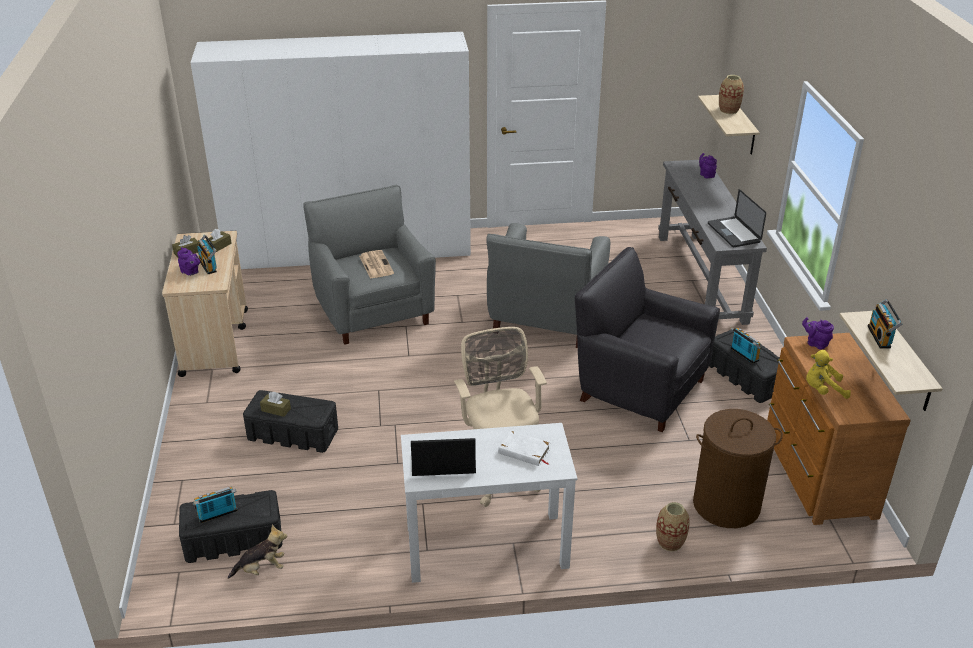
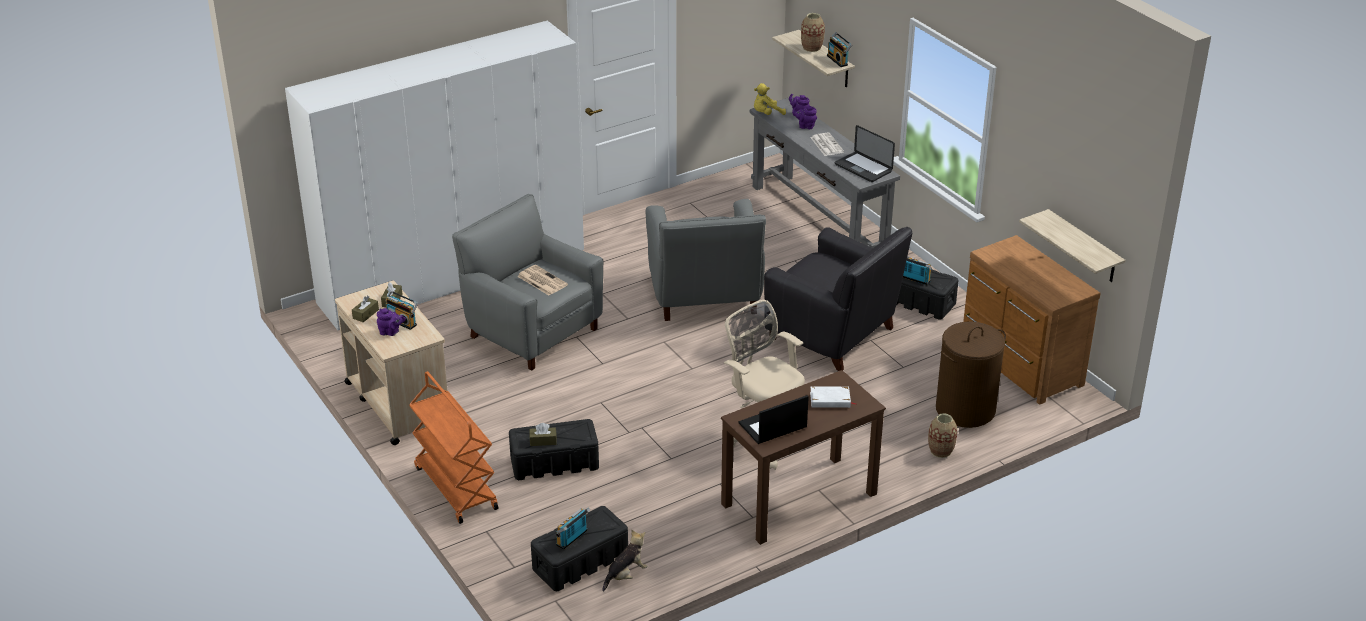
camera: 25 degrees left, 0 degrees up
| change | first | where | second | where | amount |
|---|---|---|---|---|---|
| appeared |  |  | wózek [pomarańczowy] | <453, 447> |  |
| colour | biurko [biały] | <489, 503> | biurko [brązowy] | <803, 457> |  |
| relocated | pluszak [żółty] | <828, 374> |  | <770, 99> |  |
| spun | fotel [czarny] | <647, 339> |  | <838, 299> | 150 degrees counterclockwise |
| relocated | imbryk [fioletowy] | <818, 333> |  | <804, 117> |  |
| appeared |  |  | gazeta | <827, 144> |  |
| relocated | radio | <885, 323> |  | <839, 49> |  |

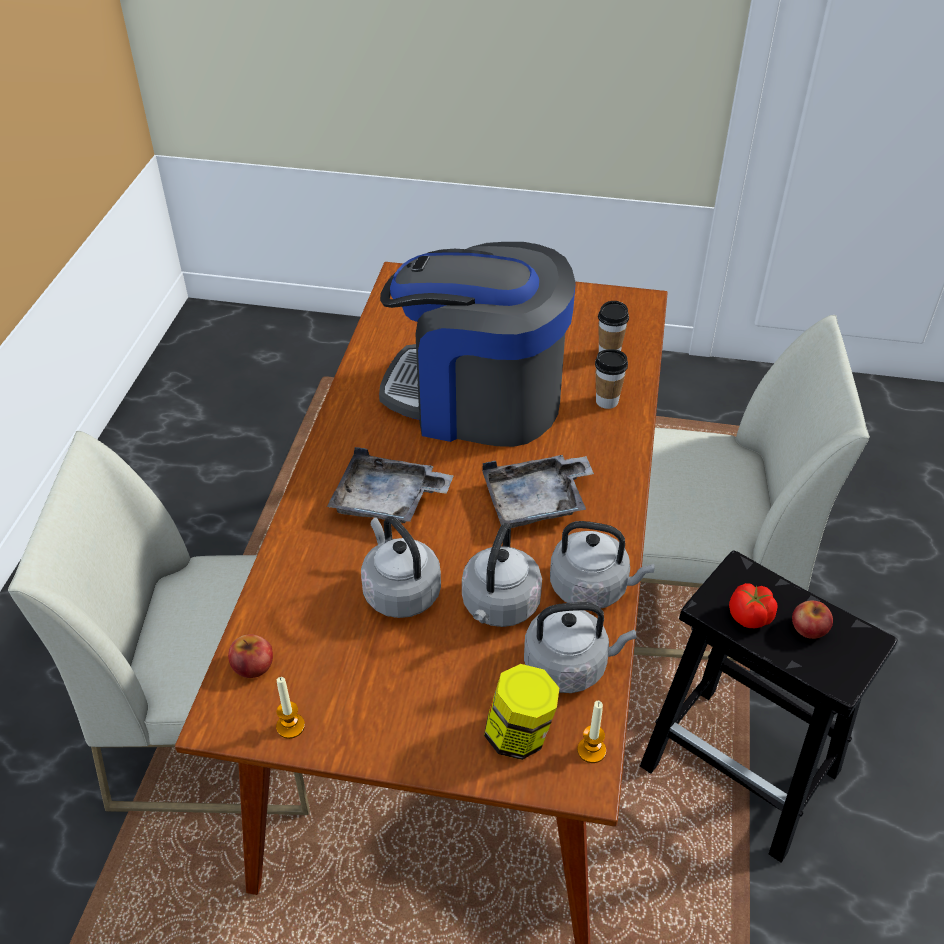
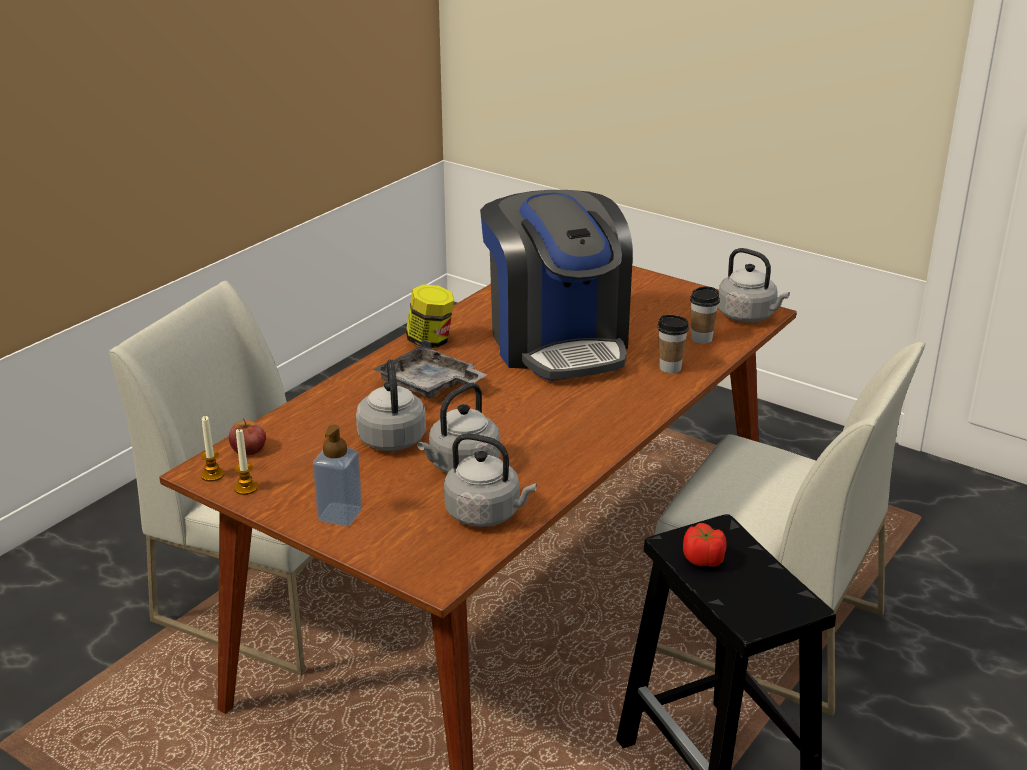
camera: 25 degrees right, 15 degrees down
| change | first | where | second | where | amount |
|---|---|---|---|---|---|
| relocated | świeca | <591, 732> |  | <213, 449> |  |
| appeared |  |  | dozownik mydła | <337, 475> |  |
| relocated | słoik | <521, 712> |  | <430, 316> |  |
| spun | ekspres do kawy | <477, 344> |  | <556, 285> | 150 degrees counterclockwise |
| relocated | czajnik [szary] | <602, 564> |  | <754, 285> |  |
| missing | taca [szary] | <538, 491> |  |  |  |
| missing | jabłko | <812, 620> |  |  |  |

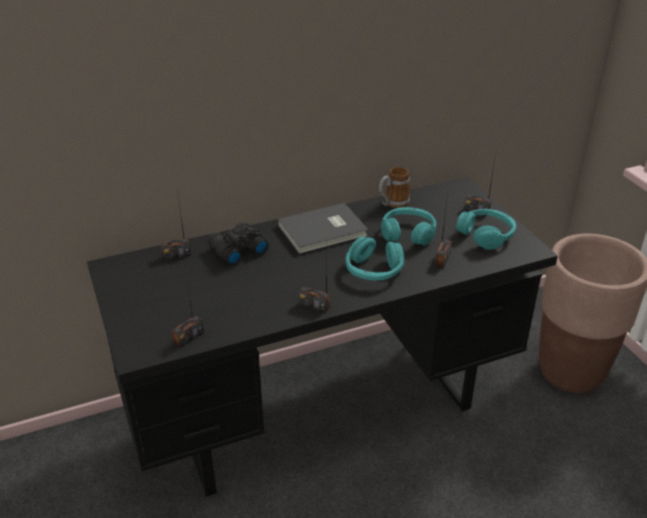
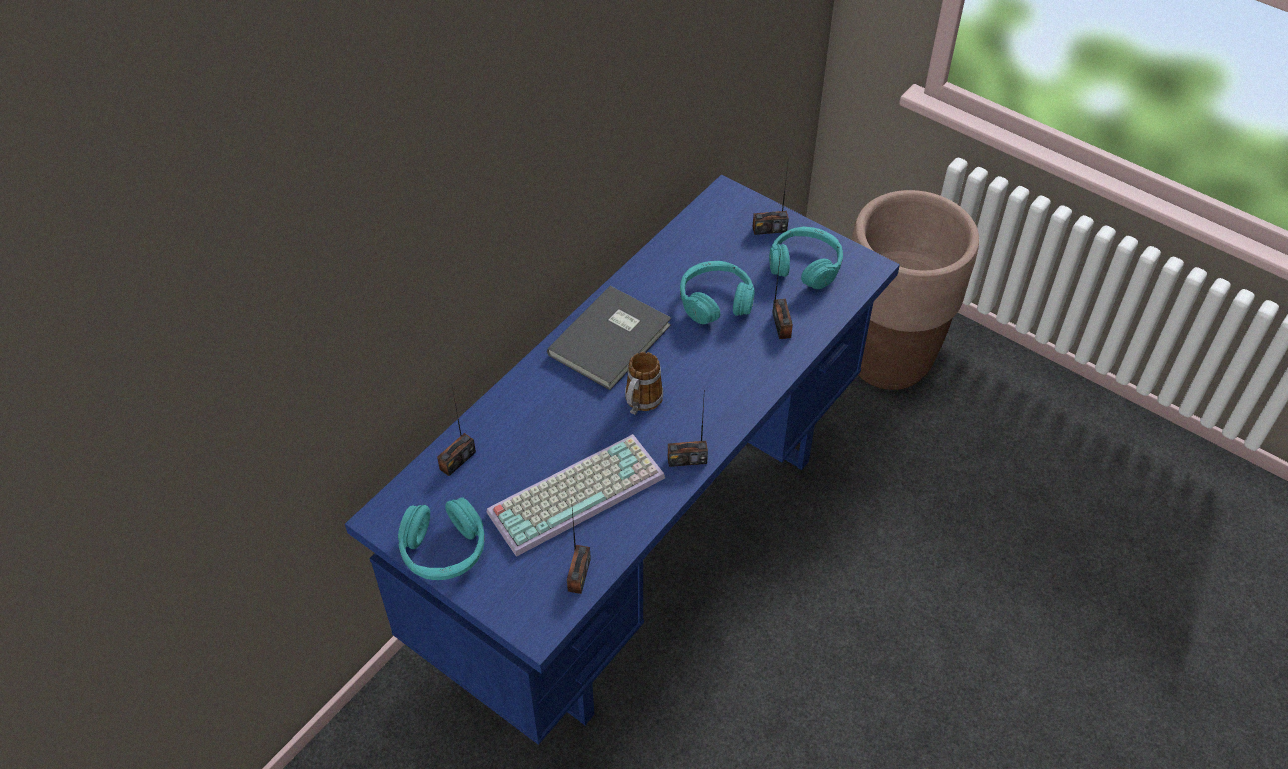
camera: 30 degrees left, 15 degrees up
| change | first | where | second | where | amount |
|---|---|---|---|---|---|
| colour | biurko [czarny] | <322, 337> | biurko [niebieski] | <622, 459> |  |
| relocated | słuchawki [turkusowy] | <375, 258> |  | <441, 538> |  |
| appeared |  |  | klawiatura | <575, 495> |  |
| relocated | kubek | <394, 187> |  | <644, 383> |  |
| missing | lornetka [czarny] | <238, 243> |  |  |  |

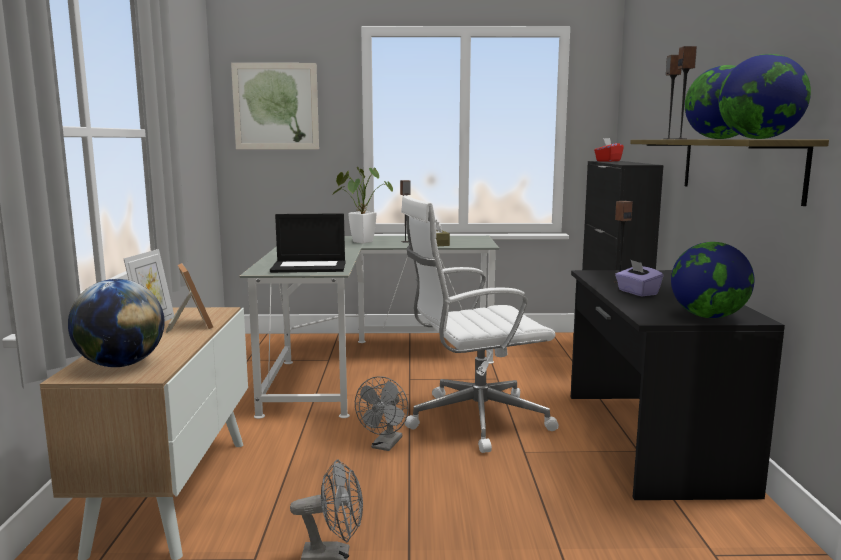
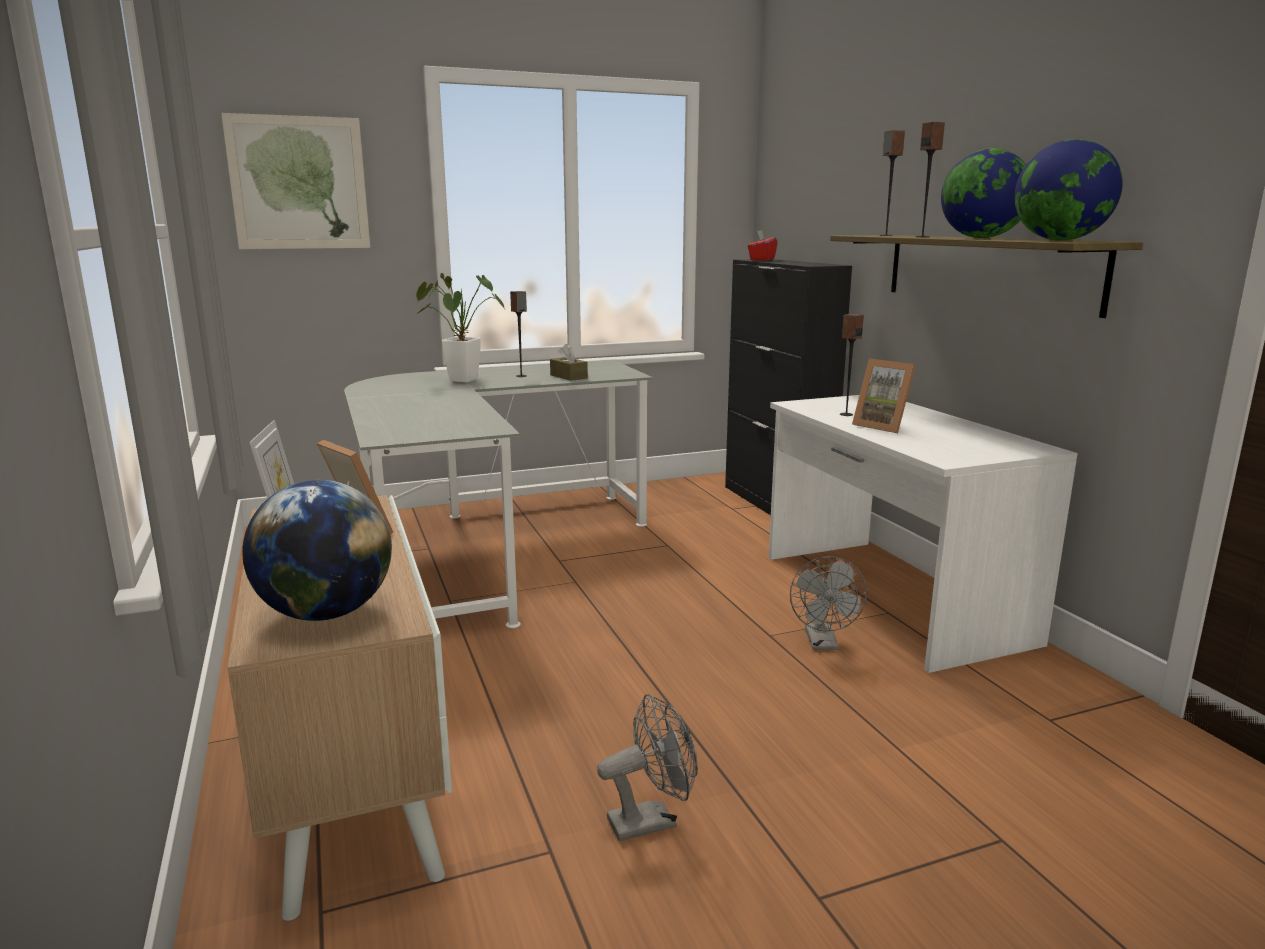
camera: 20 degrees left, 5 degrees up
| change | first | where | second | where | amount |
|---|---|---|---|---|---|
| colour | biurko [czarny] | <678, 385> | biurko [biały] | <923, 534> |  |
| relocated | wentylator [szary] | <382, 413> |  | <828, 603> |  |
| exchanged | pudełko chusteczek [fioletowy] | <639, 278> | ramka na zdjęcie | <884, 395> |  |
| missing | laptop | <308, 243> |  |  |  |
| missing | krzesło biurowe [biały] | <480, 324> |  |  |  |
| missing | globus | <713, 280> |  |  |  |

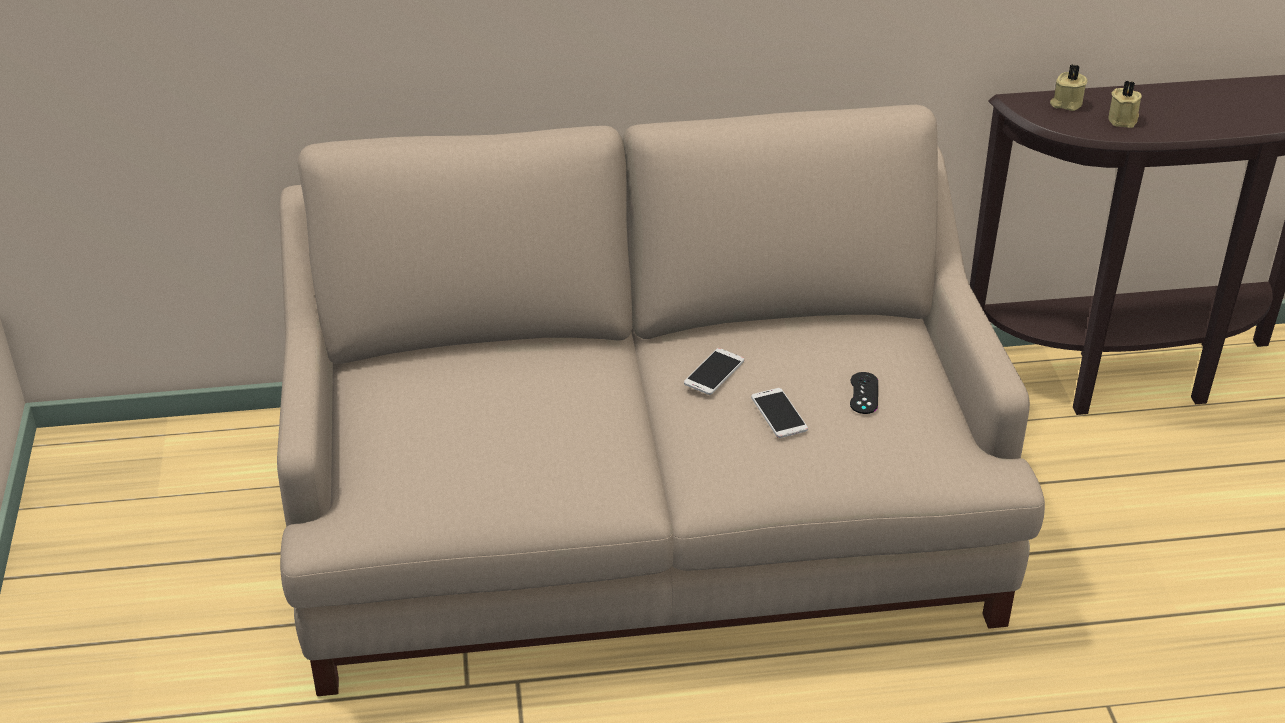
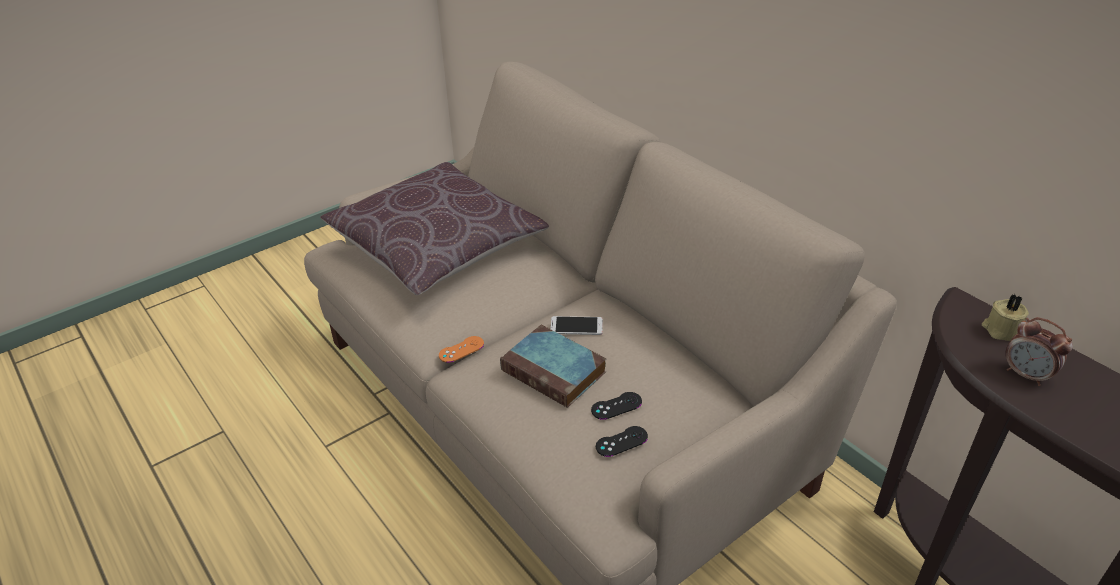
camera: 60 degrees right, 0 degrees up
| change | first | where | second | where | amount |
|---|---|---|---|---|---|
| appeared |  |  | poduszka [brązowy] | <434, 228> |  |
| appeared |  |  | pad do gier [pomarańczowy] | <461, 349> |  |
| exchanged | telefon | <779, 413> | książka | <553, 366> |  |
| appeared |  |  | pad do gier [czarny] | <622, 441> |  |
| exchanged | świeca [beżowy] | <1125, 104> | budzik | <1039, 351> |  |

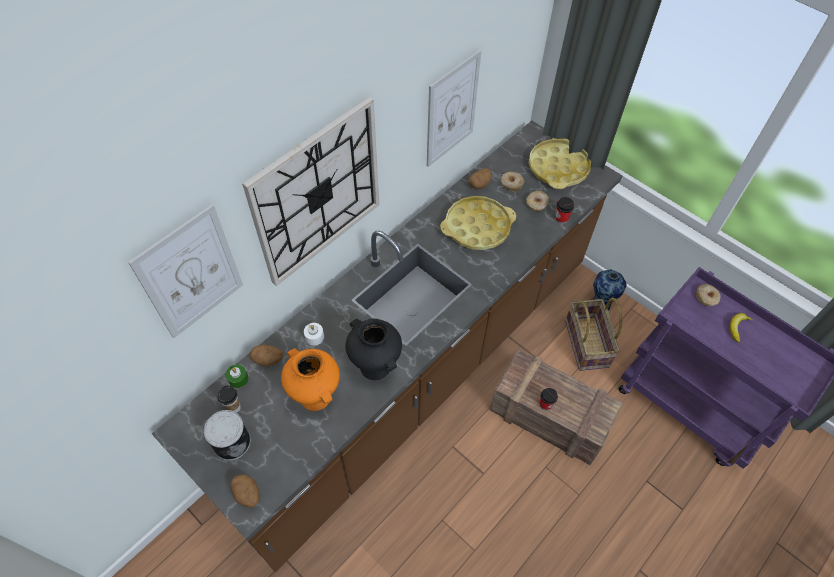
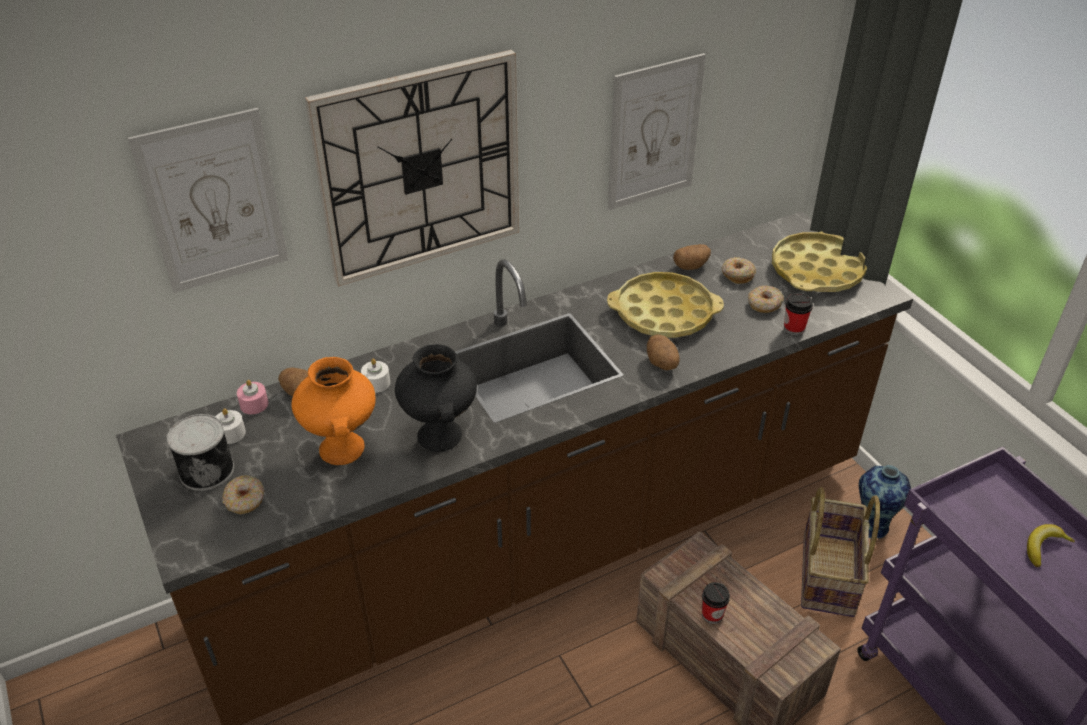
camera: 20 degrees right, 15 degrees down
| change | first | where | second | where | amount |
|---|---|---|---|---|---|
| exchanged | filiżanka | <229, 399> | świeca [biały] | <230, 426> |  |
| relocated | donut | <708, 295> |  | <243, 494> |  |
| colour | świeca [zielony] | <237, 376> | świeca [różowy] | <252, 397> |  |
| relocated | ziemniak | <245, 491> |  | <663, 352> |  |

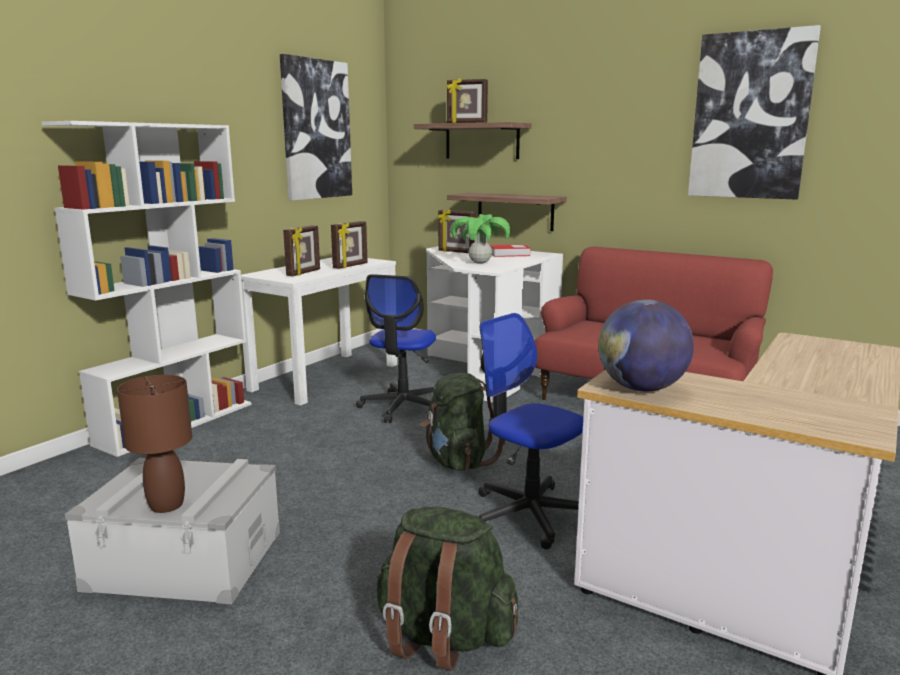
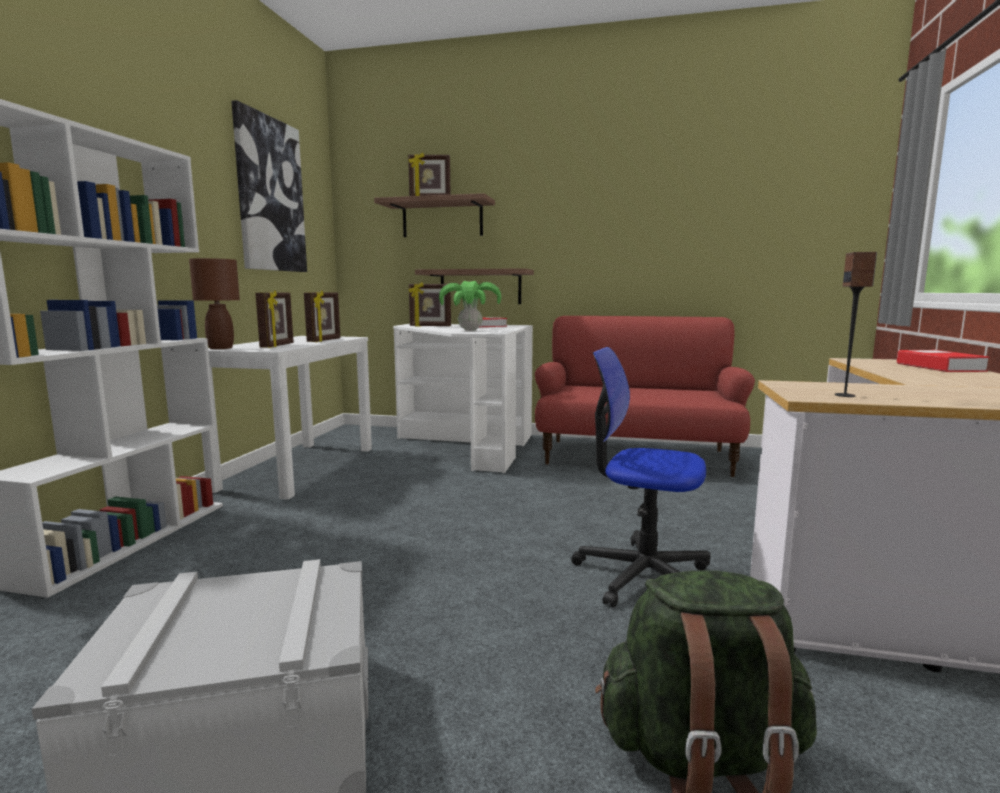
camera: 20 degrees left, 5 degrees down
| change | first | where | second | where | amount |
|---|---|---|---|---|---|
| relocated | lampa stołowa [brązowy] | <154, 444> |  | <214, 303> |  |
| exchanged | globus | <646, 345> | głośnik | <856, 324> |  |
| appeared |  |  | książka | <943, 361> |  |
| missing | krzesło biurowe | <396, 348> |  |  |  |
| missing | plecak [zielony] | <462, 422> |  |  |  |
| missing | obraz | <754, 112> |  |  |  |

